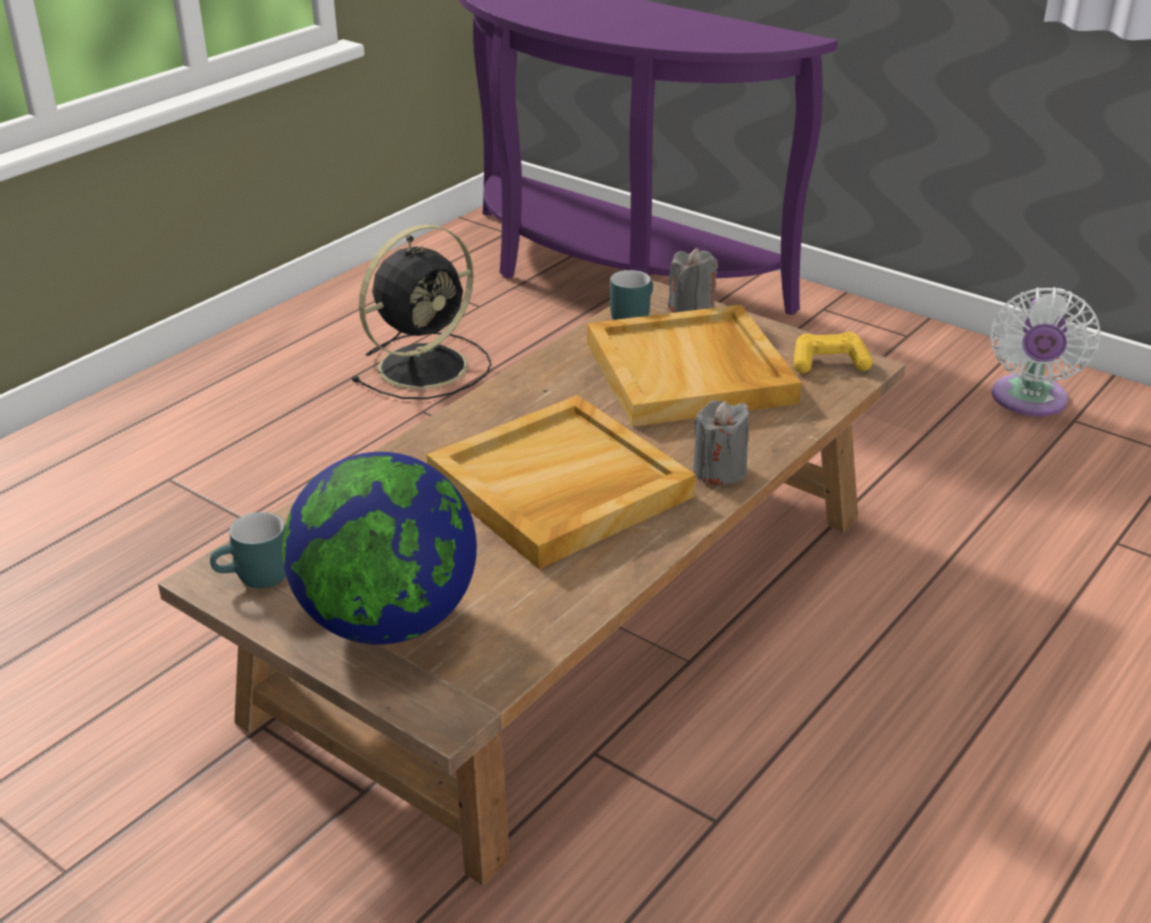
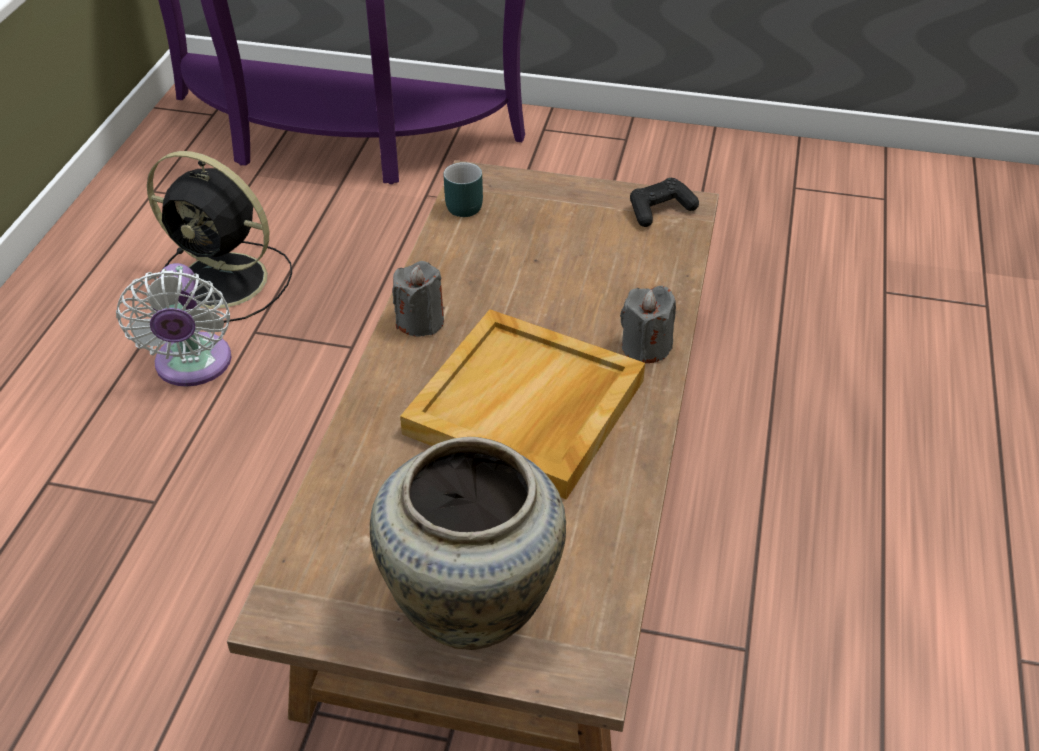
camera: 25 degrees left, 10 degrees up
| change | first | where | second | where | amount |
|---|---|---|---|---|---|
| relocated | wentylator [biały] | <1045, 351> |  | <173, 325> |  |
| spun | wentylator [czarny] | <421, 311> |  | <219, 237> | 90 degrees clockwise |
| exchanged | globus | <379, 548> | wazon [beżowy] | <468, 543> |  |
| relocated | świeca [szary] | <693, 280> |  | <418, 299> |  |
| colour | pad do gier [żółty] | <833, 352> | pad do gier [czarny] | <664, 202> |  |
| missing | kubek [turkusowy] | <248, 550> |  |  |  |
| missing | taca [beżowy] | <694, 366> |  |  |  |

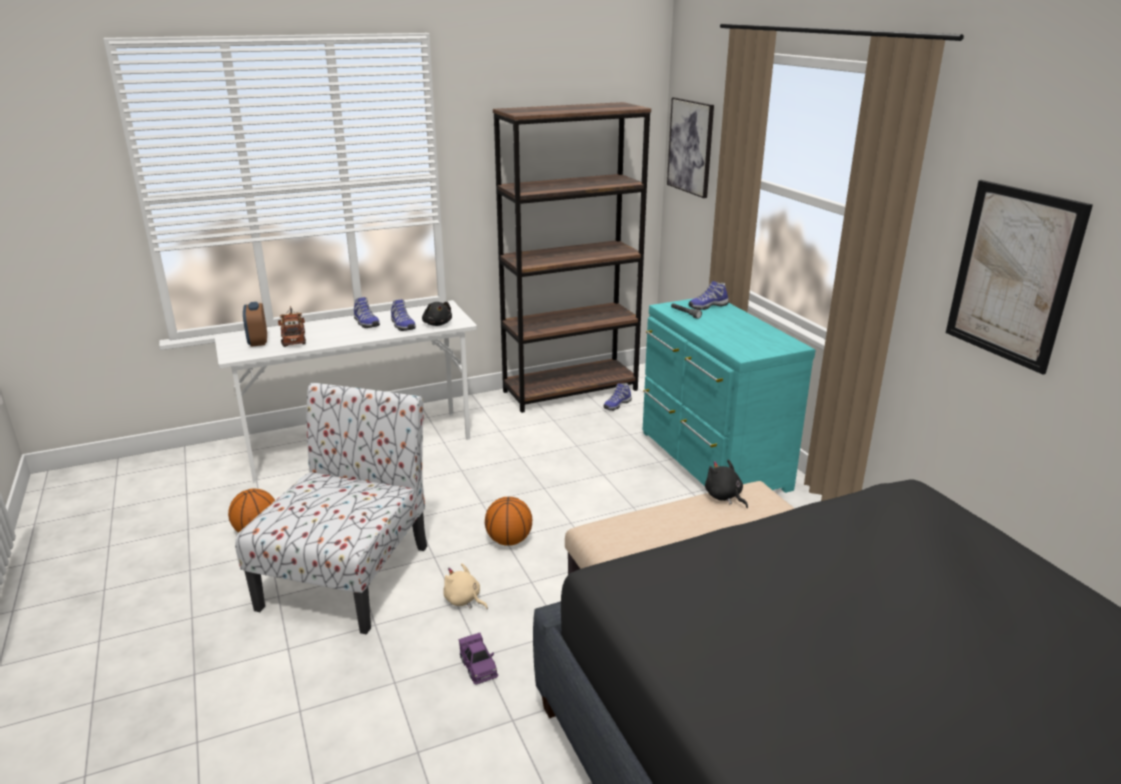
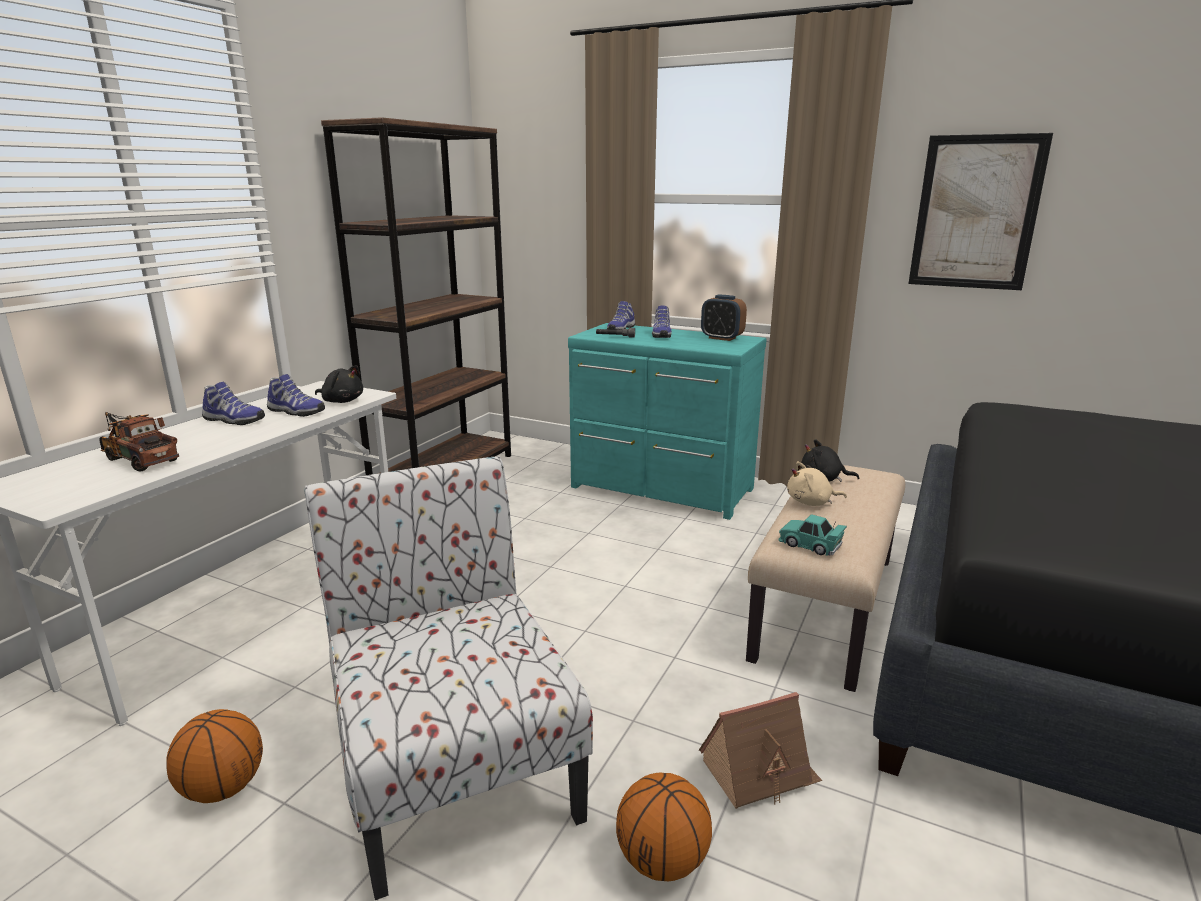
camera: 40 degrees left, 5 degrees down
| change | first | where | second | where | amount |
|---|---|---|---|---|---|
| relocated | piłka do koszykówki | <508, 521> |  | <664, 826> |  |
| relocated | but | <618, 397> |  | <662, 321> |  |
| exchanged | samochodzik [fioletowy] | <478, 658> | domek | <760, 750> |  |
| relocated | budzik | <255, 324> |  | <724, 317> |  |
| appeared |  |  | samochodzik [turkusowy] | <812, 534> |  |
| relocated | pluszak [beżowy] | <465, 586> |  | <817, 483> |  |
| missing | obraz | <690, 147> |  |  |  |

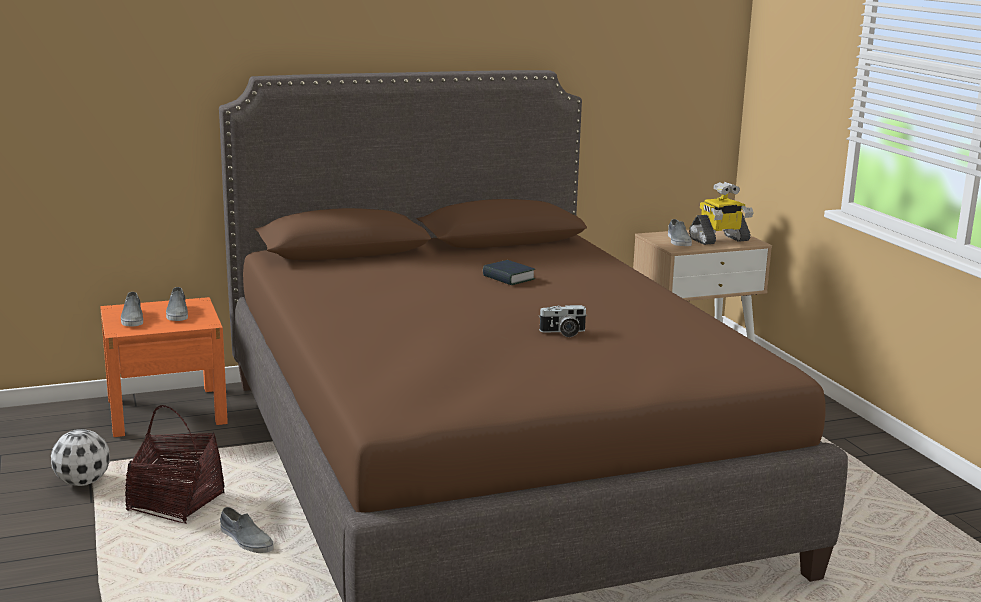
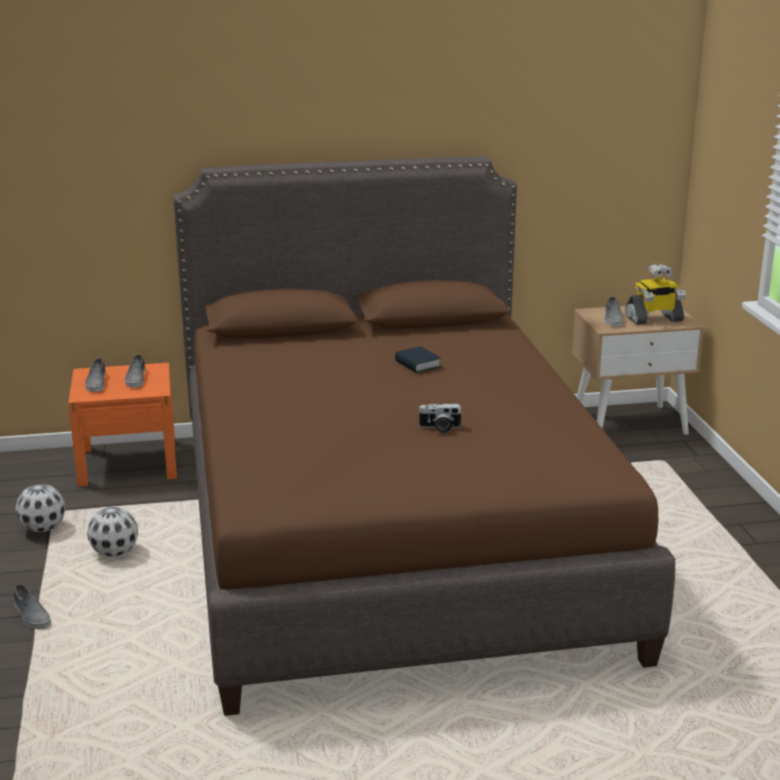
camera: 10 degrees right, 5 degrees up
| change | first | where | second | where | amount |
|---|---|---|---|---|---|
| relocated | but [szary] | <246, 530> |  | <32, 606> |  |
| exchanged | koszyk | <175, 464> | piłka futbolowa | <112, 532> |  |

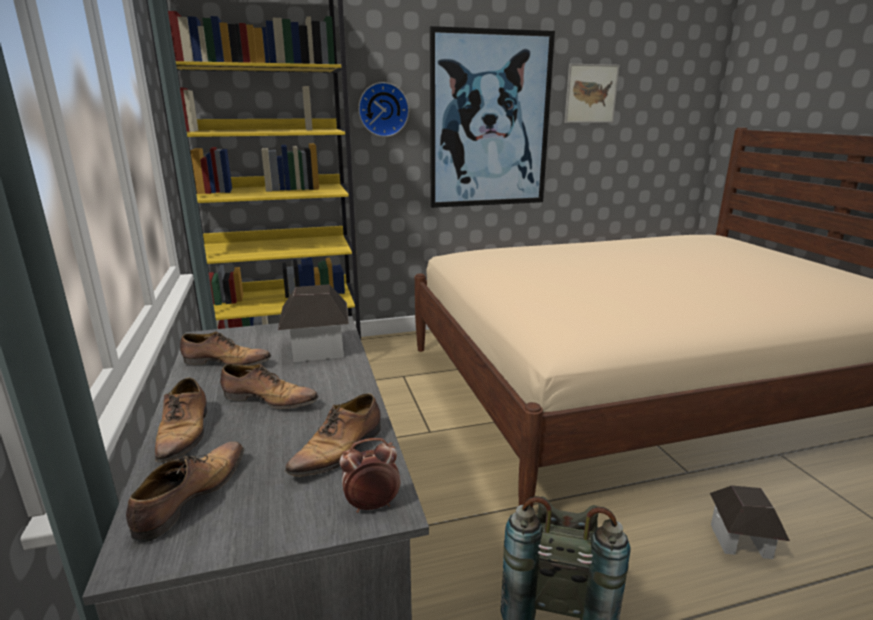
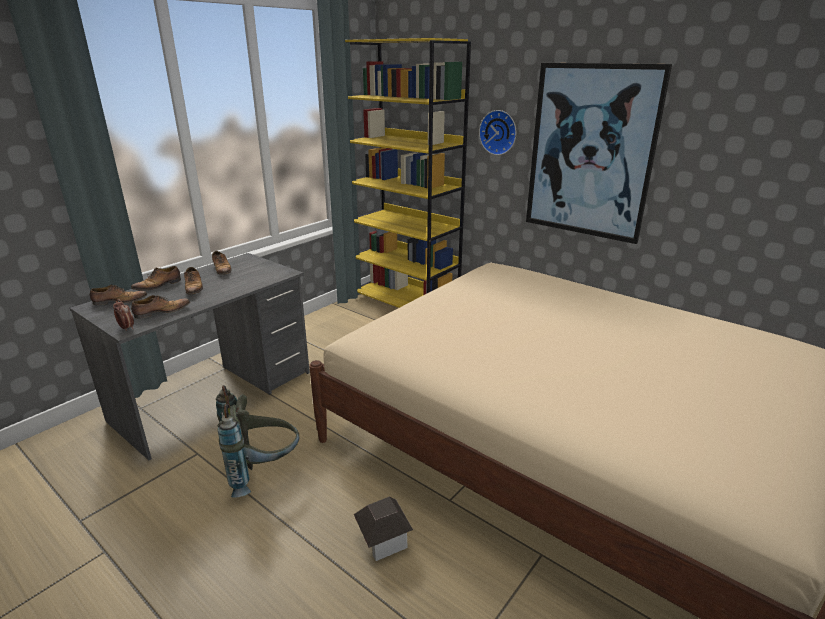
camera: 55 degrees right, 5 degrees up
| change | first | where | second | where | amount |
|---|---|---|---|---|---|
| spun | but | <333, 435> |  | <160, 307> | 150 degrees clockwise |
| missing | domek | <313, 323> |  |  |  |
| missing | obraz | <592, 93> |  |  |  |

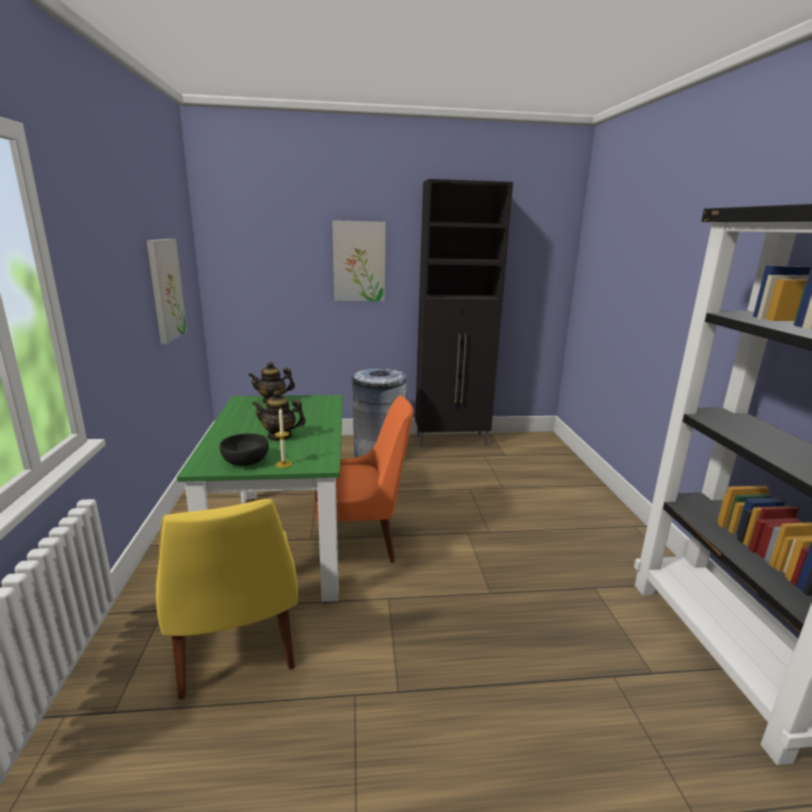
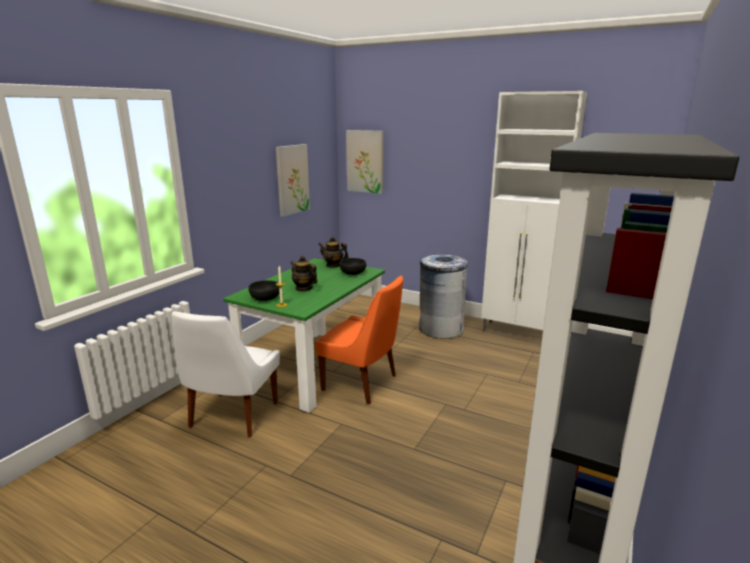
camera: 35 degrees right, 0 degrees up
| change | first | where | second | where | amount |
|---|---|---|---|---|---|
| colour | krzesło [żółty] | <226, 599> | krzesło [biały] | <225, 374> |  |
| appeared |  |  | miska [czarny] | <352, 266> |  |
| relocated | obraz | <359, 260> |  | <365, 162> |  |
| colour | szafka [czarny] | <464, 313> | szafka [biały] | <534, 211> |  |

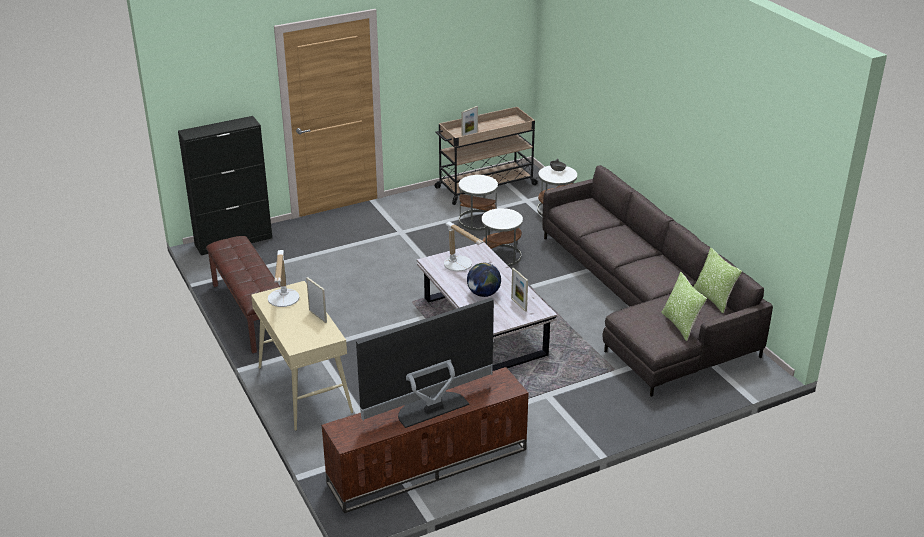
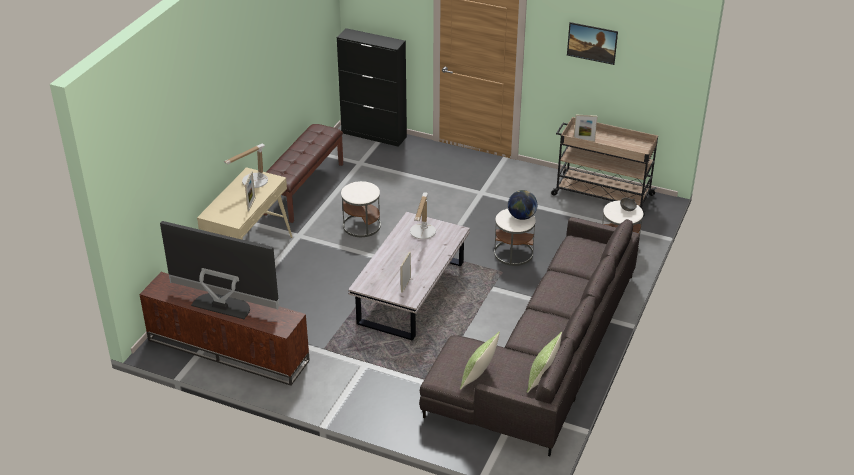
camera: 50 degrees right, 5 degrees up
| change | first | where | second | where | amount |
|---|---|---|---|---|---|
| relocated | stolik [biały] | <478, 203> |  | <361, 209> |  |
| relocated | globus | <484, 280> |  | <522, 205> |  |
| appeared |  |  | obraz | <592, 43> |  |

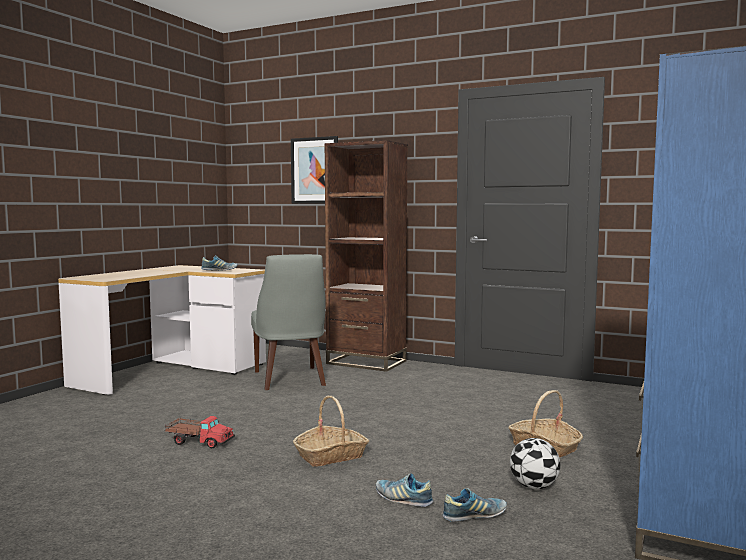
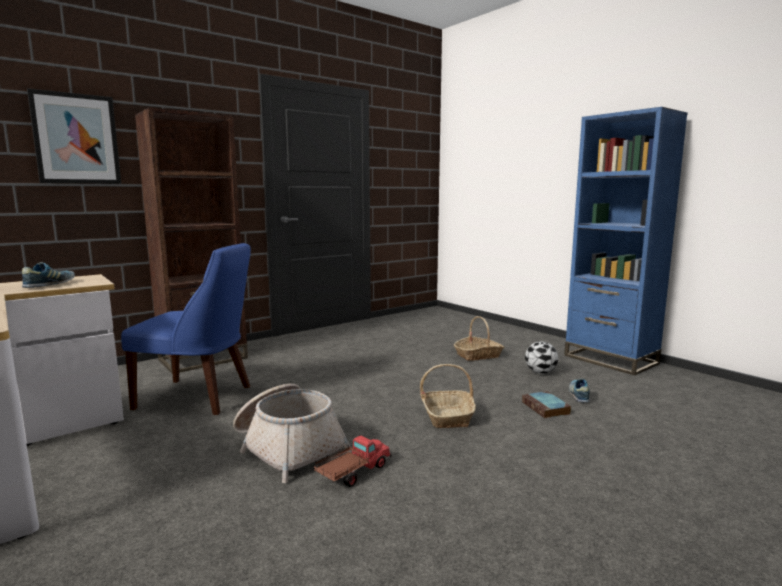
camera: 65 degrees left, 5 degrees up
| change | first | where | second | where | amount |
|---|---|---|---|---|---|
| colour | krzesło [szary] | <288, 322> | krzesło [niebieski] | <186, 329> |  |
| appeared |  |  | koszyk | <292, 433> |  |
| exchanged | but | <404, 490> | książka | <546, 404> |  |

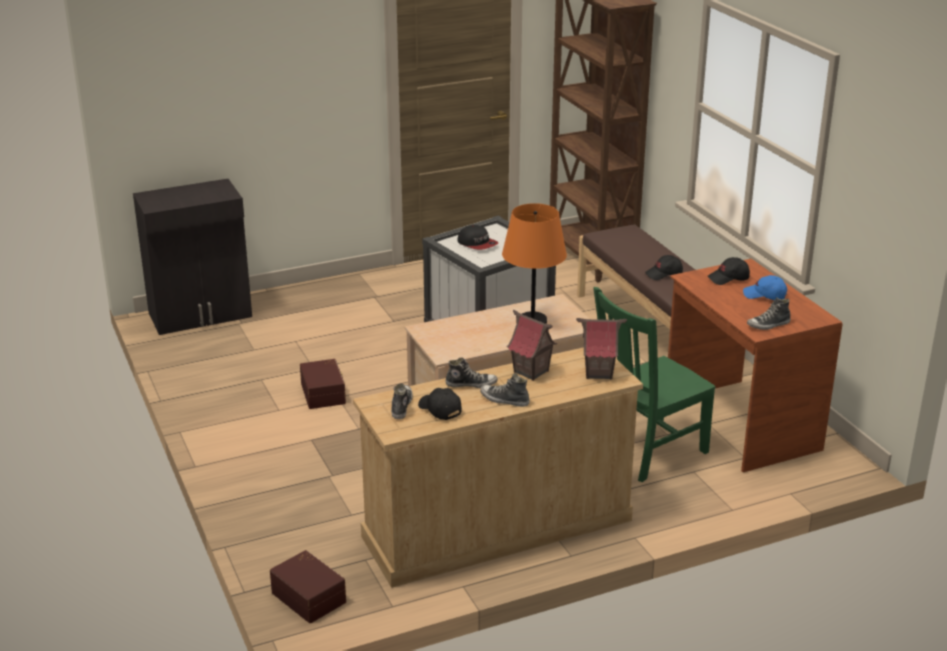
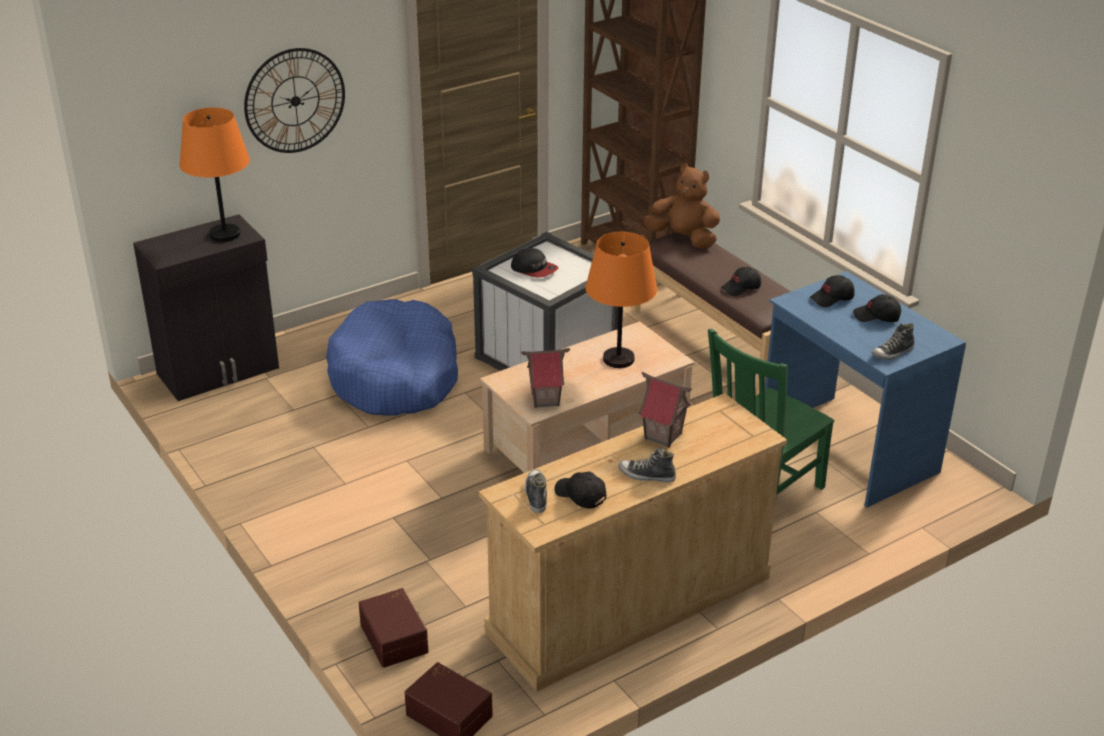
camera: 10 degrees left, 5 degrees up
| change | first | where | second | where | amount |
|---|---|---|---|---|---|
| appeared |  |  | lampa stołowa [pomarańczowy] | <214, 174> |  |
| appeared |  |  | zegar ścienny | <294, 100> |  |
| appeared |  |  | legowisko [niebieski] | <392, 357> |  |
| relocated | pojemnik do przechowywania [brązowy] | <323, 384> |  | <394, 628> |  |
| relocated | domek | <601, 349> |  | <545, 378> |  |
| appeared |  |  | pluszak [brązowy] | <681, 206> |  |
| colour | biurko [brązowy] | <755, 365> | biurko [niebieski] | <865, 389> |  |
| colour | czapka z daszkiem [niebieski] | <765, 287> | czapka z daszkiem [czarny] | <877, 308> |  |
| missing | but | <471, 372> |  |  |  |

